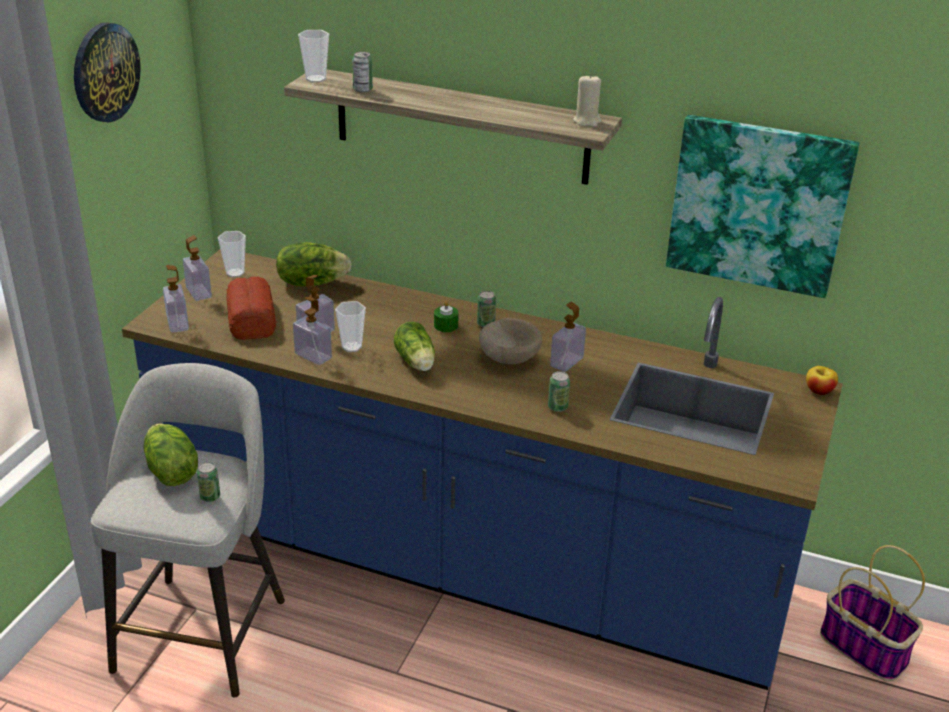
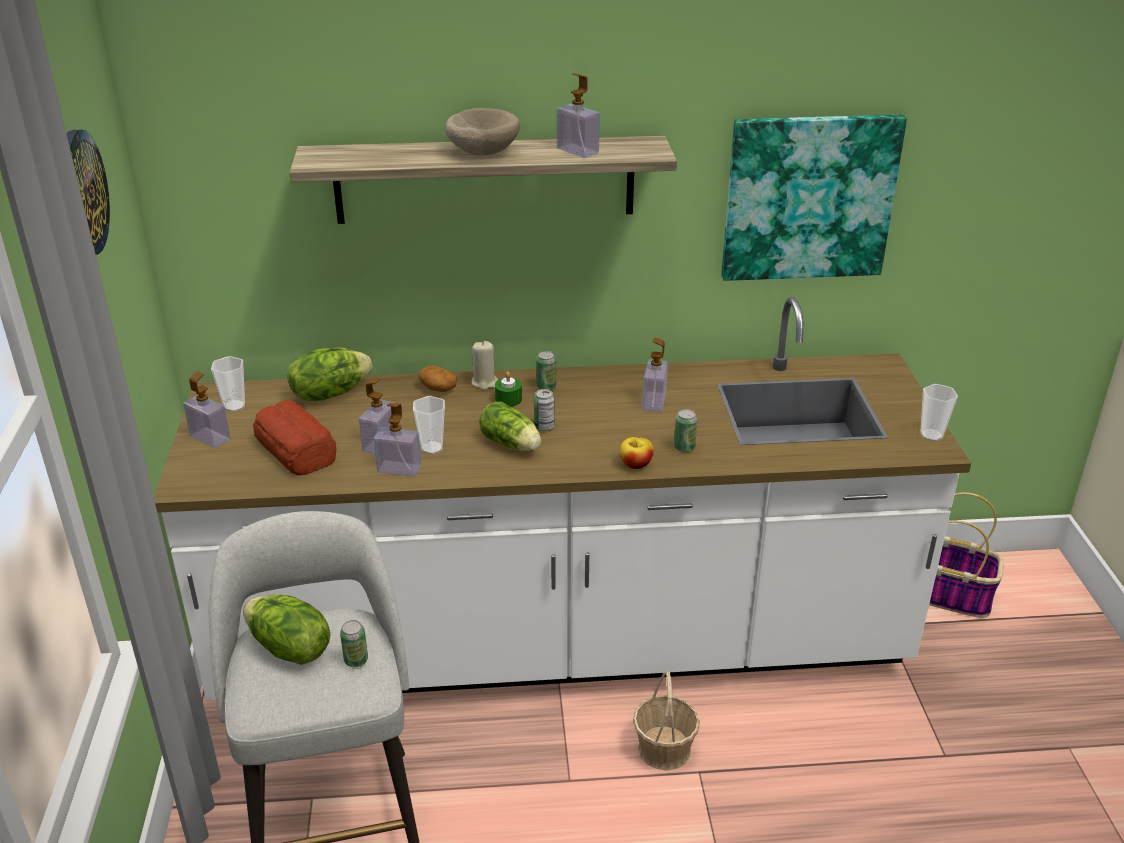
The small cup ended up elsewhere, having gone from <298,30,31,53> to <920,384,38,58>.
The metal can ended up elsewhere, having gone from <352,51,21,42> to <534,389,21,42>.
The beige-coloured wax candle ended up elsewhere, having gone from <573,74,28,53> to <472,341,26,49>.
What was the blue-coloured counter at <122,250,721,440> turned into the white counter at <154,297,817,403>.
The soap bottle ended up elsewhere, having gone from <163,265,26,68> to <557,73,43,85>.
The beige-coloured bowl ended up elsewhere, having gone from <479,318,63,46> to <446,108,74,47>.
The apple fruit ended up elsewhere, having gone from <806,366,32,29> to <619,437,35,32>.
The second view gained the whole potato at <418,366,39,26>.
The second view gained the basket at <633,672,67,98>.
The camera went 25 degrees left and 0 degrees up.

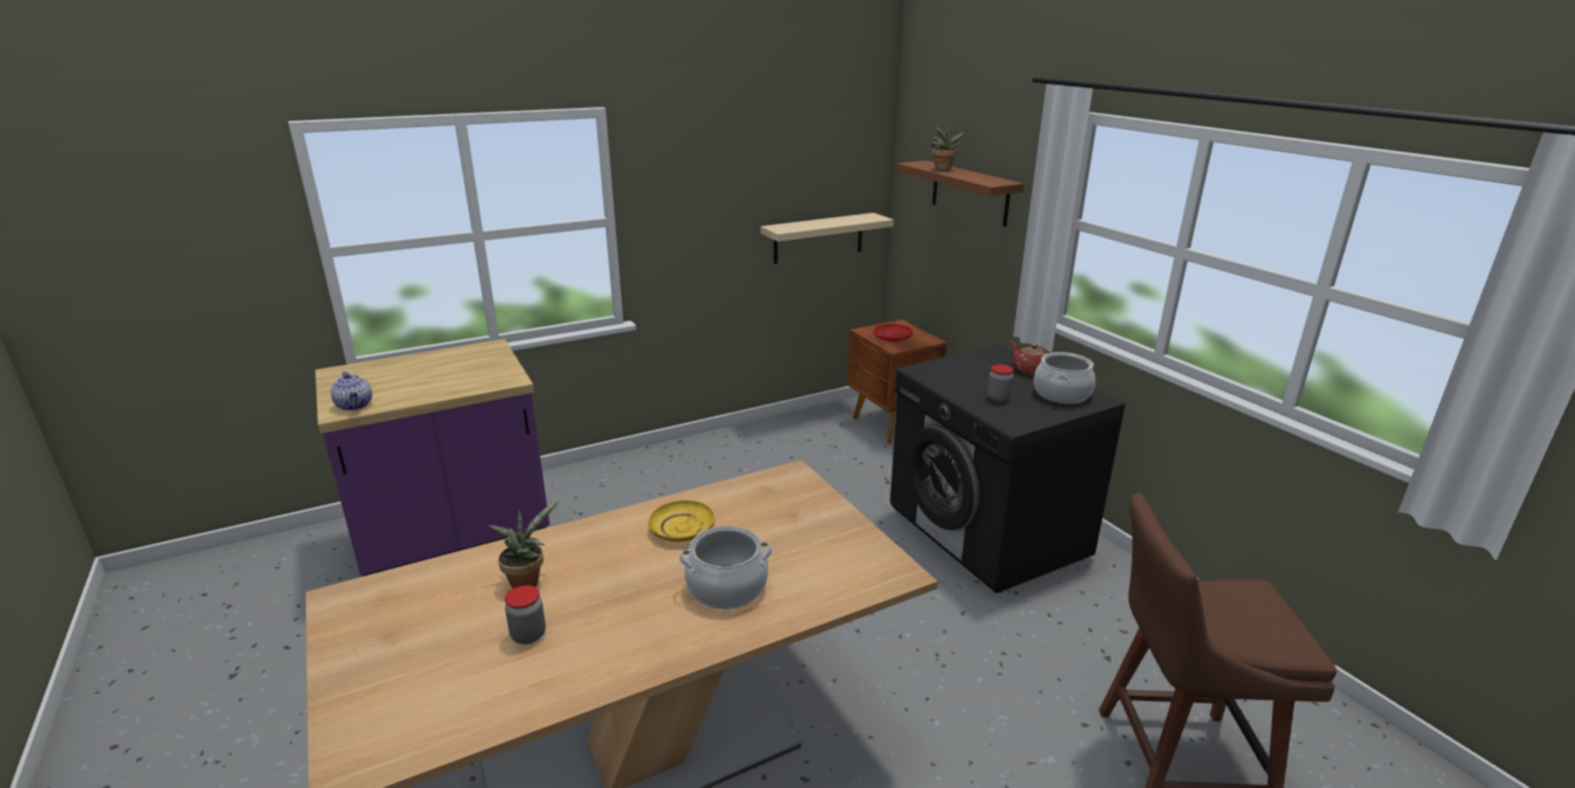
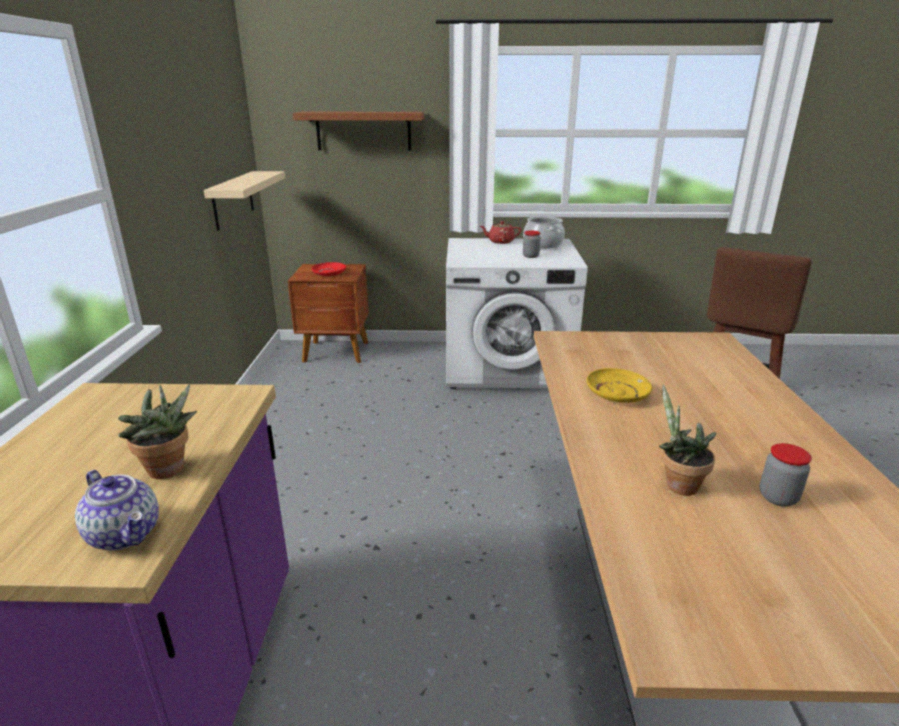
The houseplant ended up elsewhere, having gone from <930,124,35,47> to <118,384,79,95>.
What was the black laundry appliance at <890,344,235,249> turned into the white laundry appliance at <446,238,142,151>.
The pot for tea at <331,372,41,39> ended up facing another way, 45 degrees clockwise from before.
The second view lost the stockpot at <679,526,94,83>.
The camera went 60 degrees left and 0 degrees up.

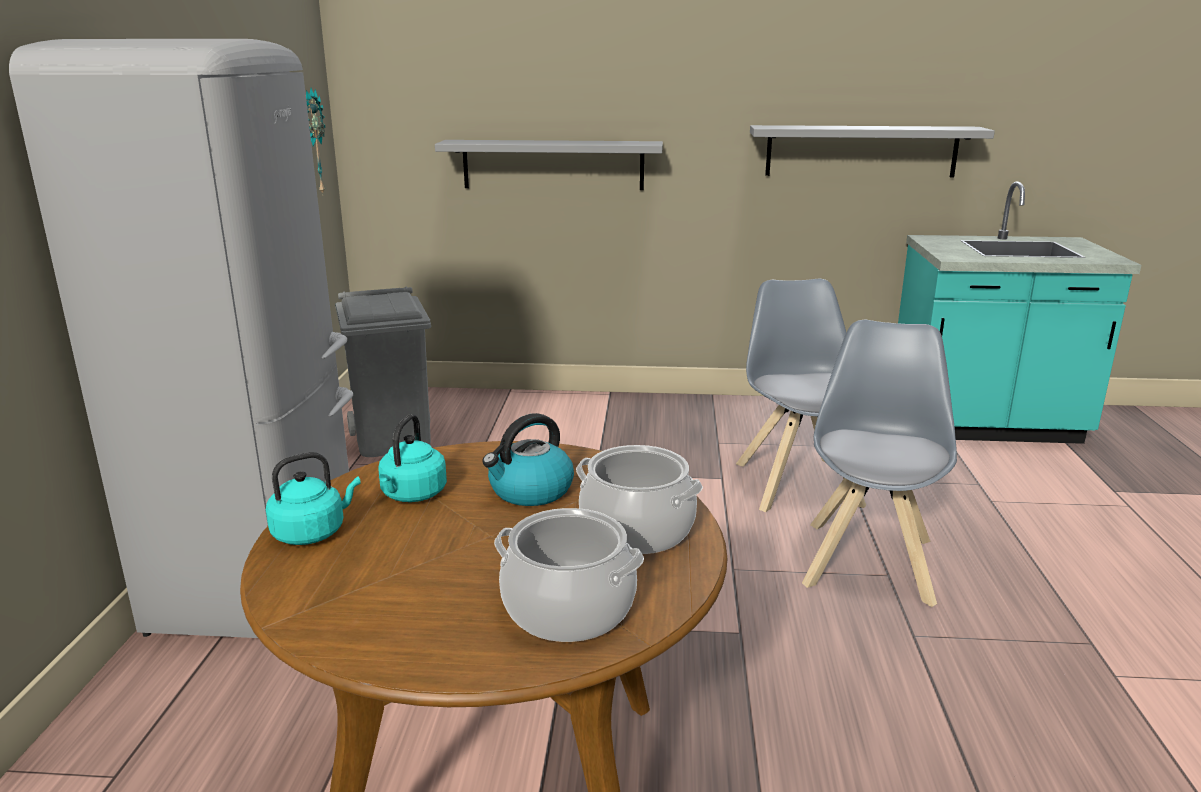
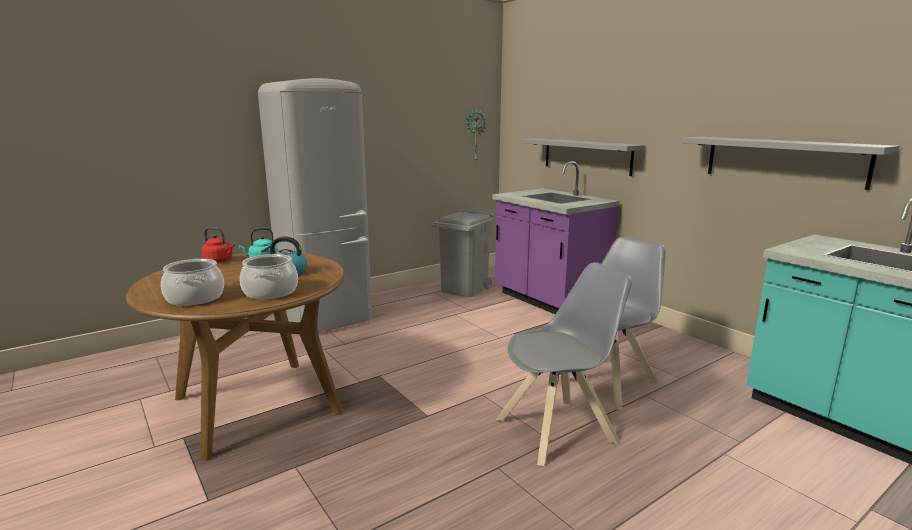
What was the blue-green water kettle at <266,452,95,93> turned into the red-coloured water kettle at <201,227,34,35>.
The second view gained the purplish counter at <492,161,128,153>.
The camera went 50 degrees right and 5 degrees down.

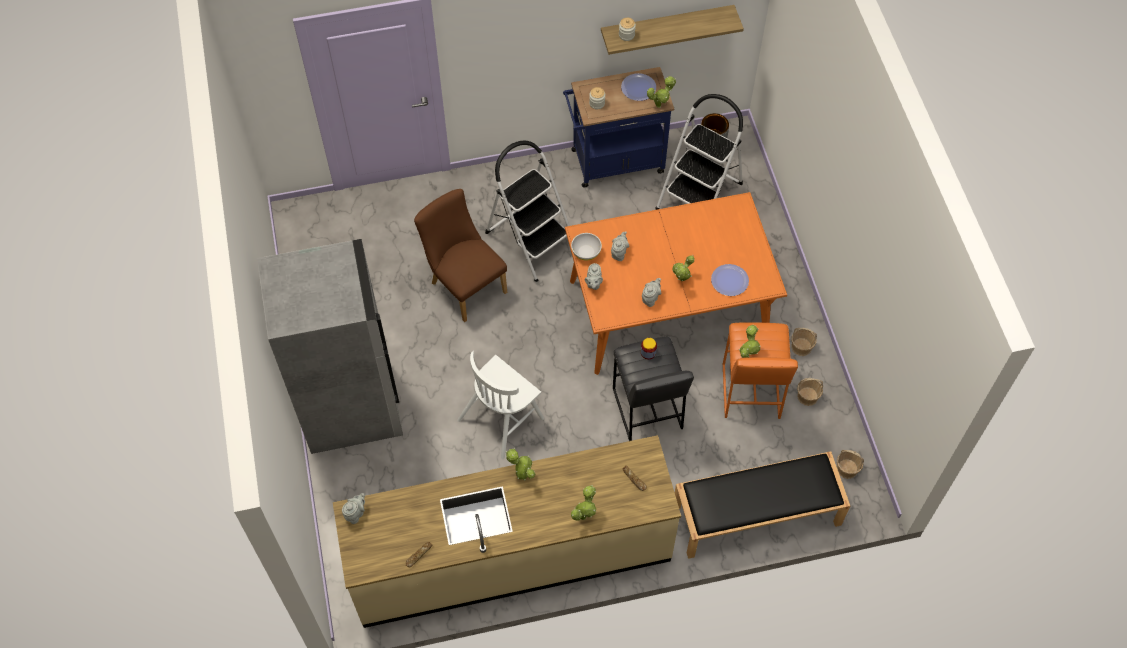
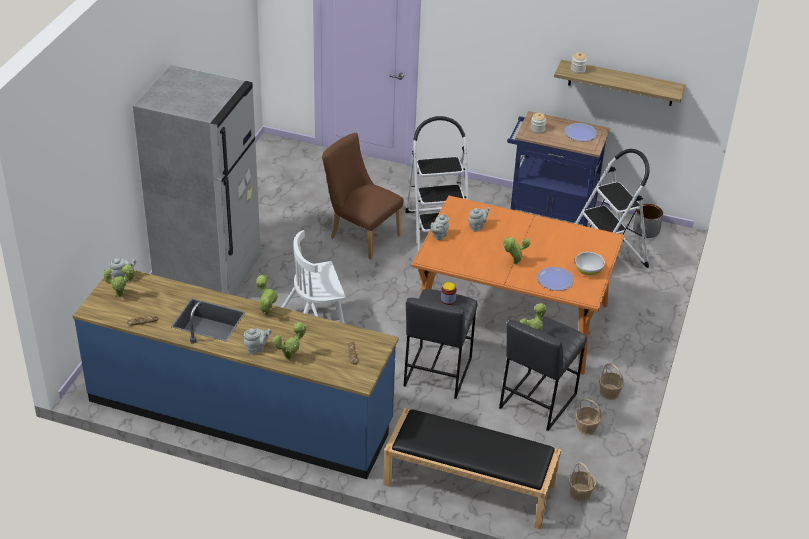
The houseplant ended up elsewhere, having gone from <647,76,29,32> to <104,264,32,34>.
The brown plain chair at <414,189,93,133> ended up facing another way, 45 degrees counterclockwise from before.
The white bowl ended up elsewhere, having gone from <571,233,31,28> to <575,252,30,24>.
The greyish pot for tea ended up elsewhere, having gone from <642,278,19,29> to <244,328,28,27>.
What was the orange-coloured stool at <723,322,75,97> turned into the greyish stool at <499,316,88,115>.
What was the beige-coloured counter at <333,435,348,193> turned into the blue-coloured counter at <73,271,326,208>.
The camera went 30 degrees right and 20 degrees down.

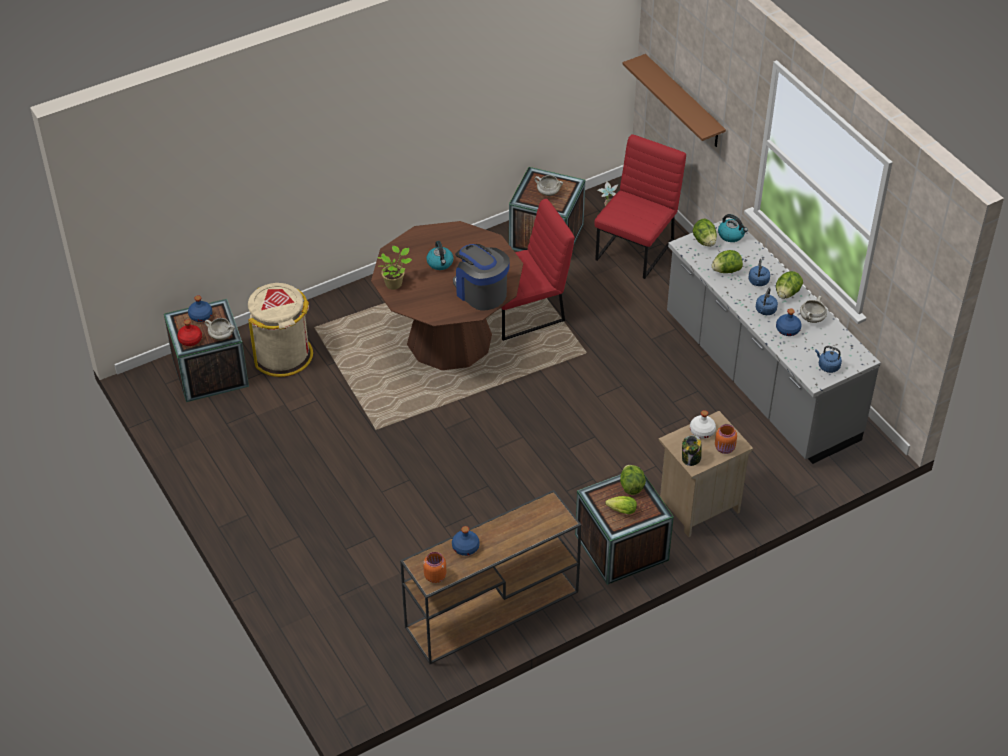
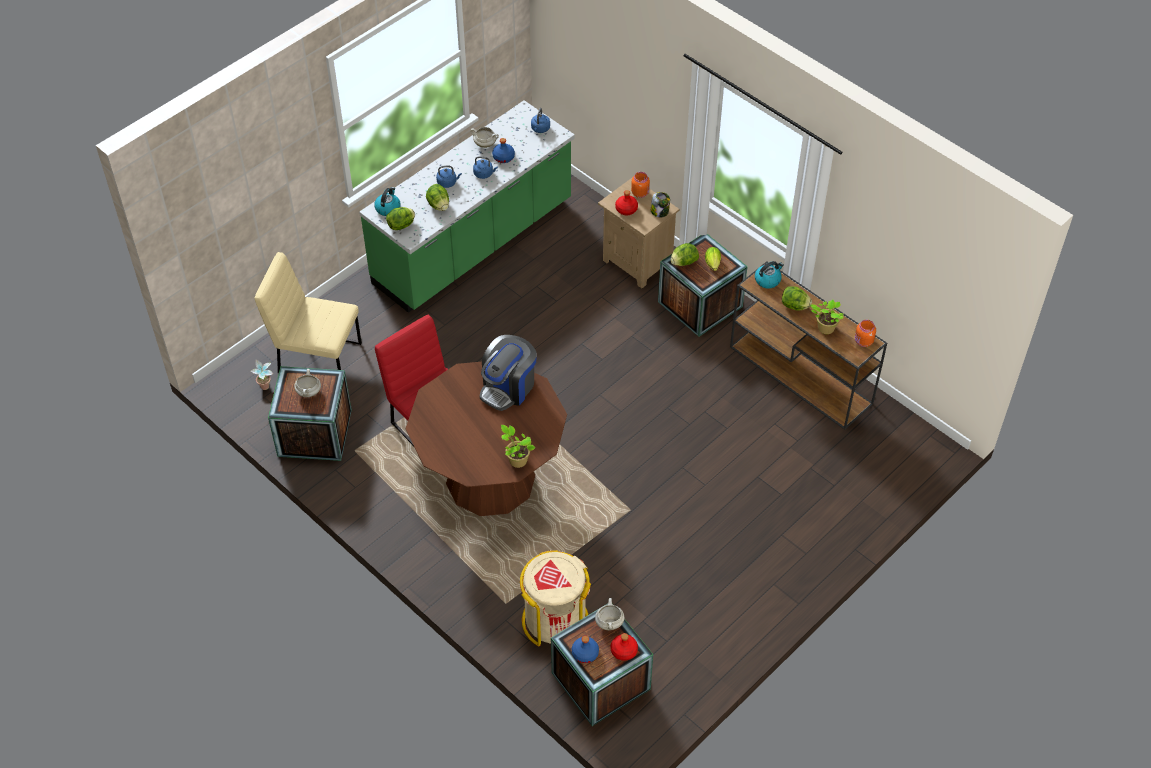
The second view lost the brown shelf at <623,54,103,93>.
What was the red-coloured plain chair at <594,134,92,145> turned into the beige-coloured plain chair at <254,252,108,121>.
What was the greyish counter at <667,218,214,246> turned into the green-coloured counter at <359,100,216,213>.
The water kettle ended up elsewhere, having gone from <426,241,28,29> to <755,261,29,28>.
The lettuce ended up elsewhere, having gone from <776,271,27,28> to <782,286,30,25>.
What was the white drink bottle at <690,410,26,29> turned into the red-coloured drink bottle at <615,190,23,25>.
Where the blue-coloured drink bottle stood at <452,526,28,30>, the houseplant came to stand at <810,300,34,34>.
The camera went 105 degrees left and 5 degrees up.

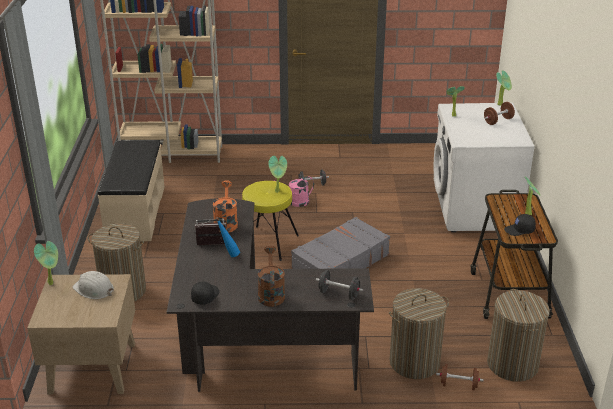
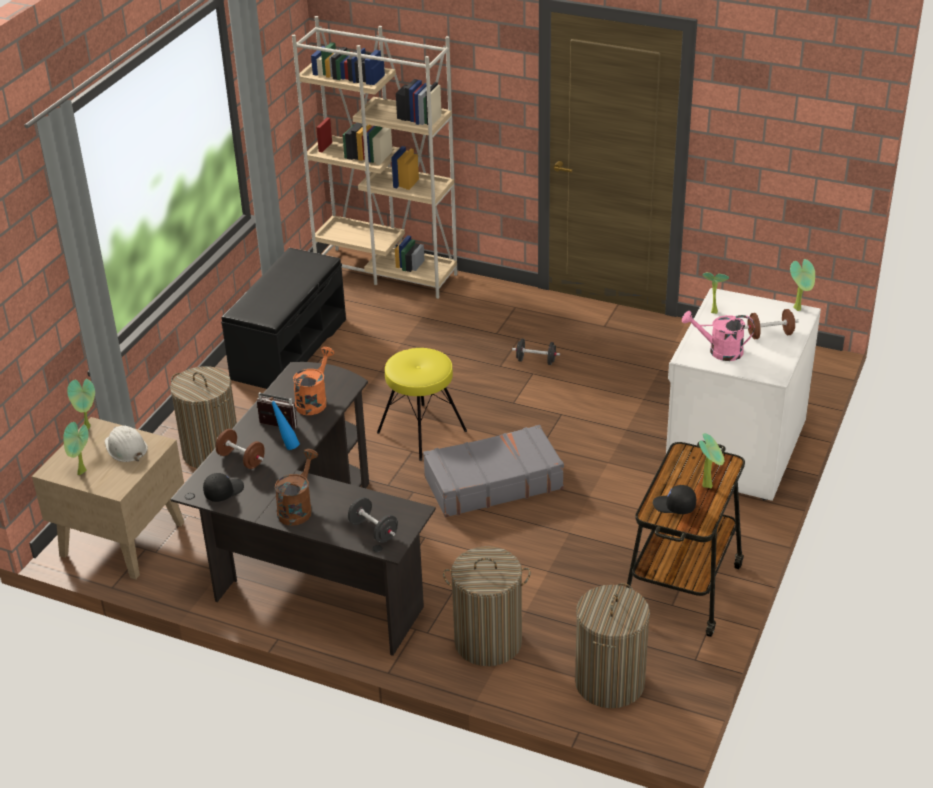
What was the beige-coloured long seat at <98,140,67,101> turned into the black long seat at <221,248,125,141>.
The houseplant ended up elsewhere, having gone from <268,156,19,37> to <63,422,25,53>.
The pinkish watering can ended up elsewhere, having gone from <273,176,41,31> to <682,311,73,50>.
The brown hand weight ended up elsewhere, having gone from <436,364,48,26> to <216,429,49,40>.
The camera went 25 degrees right and 5 degrees up.

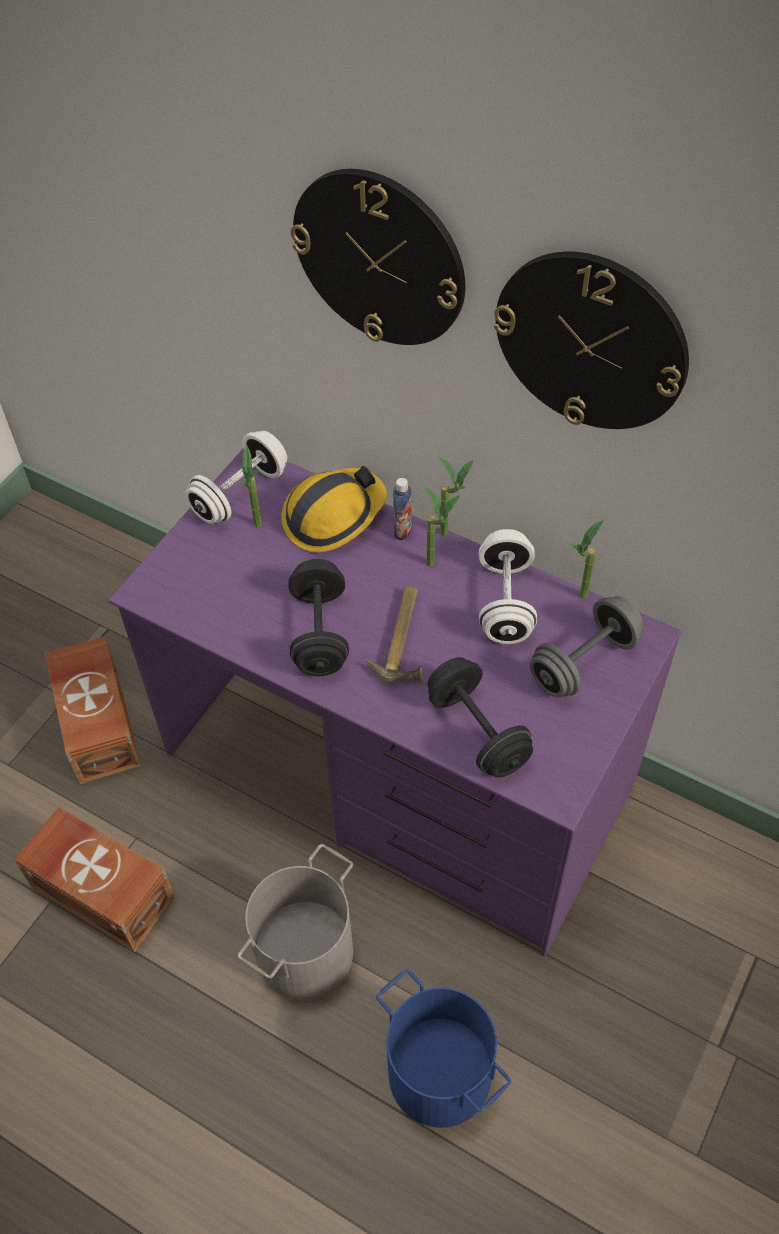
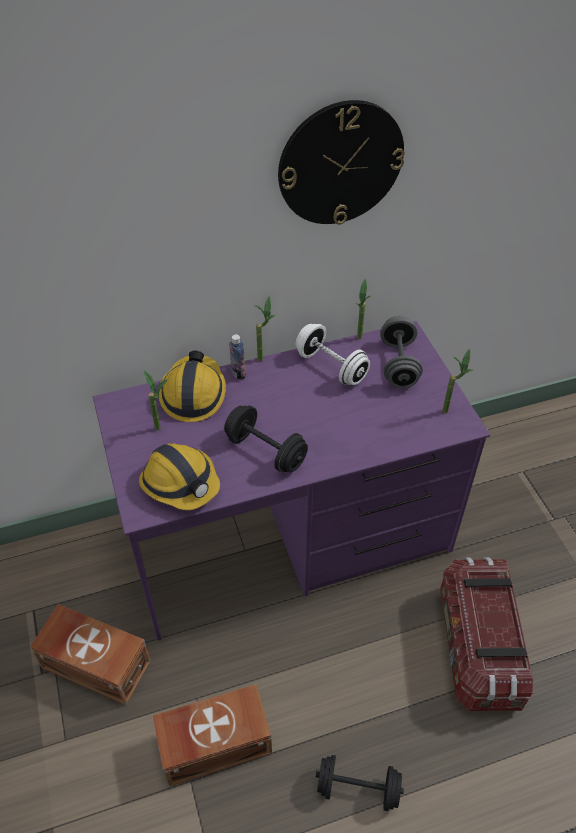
The second view lost the hanging clock at <291,169,174,176>.
The second view lost the white hand weight at <185,431,102,93>.
The houseplant ended up elsewhere, having gone from <425,487,35,79> to <443,349,30,64>.
The second view lost the hammer at <367,586,56,97>.
The black hand weight ended up elsewhere, having gone from <428,657,105,121> to <316,755,88,56>.
The second view lost the greyish bucket at <238,844,115,156>.
Where the blue-coloured bucket stood at <376,969,135,159>, the storage bin came to stand at <440,557,93,154>.
The second view gained the hard hat at <139,443,81,67>.
The camera went 50 degrees left and 5 degrees down.

